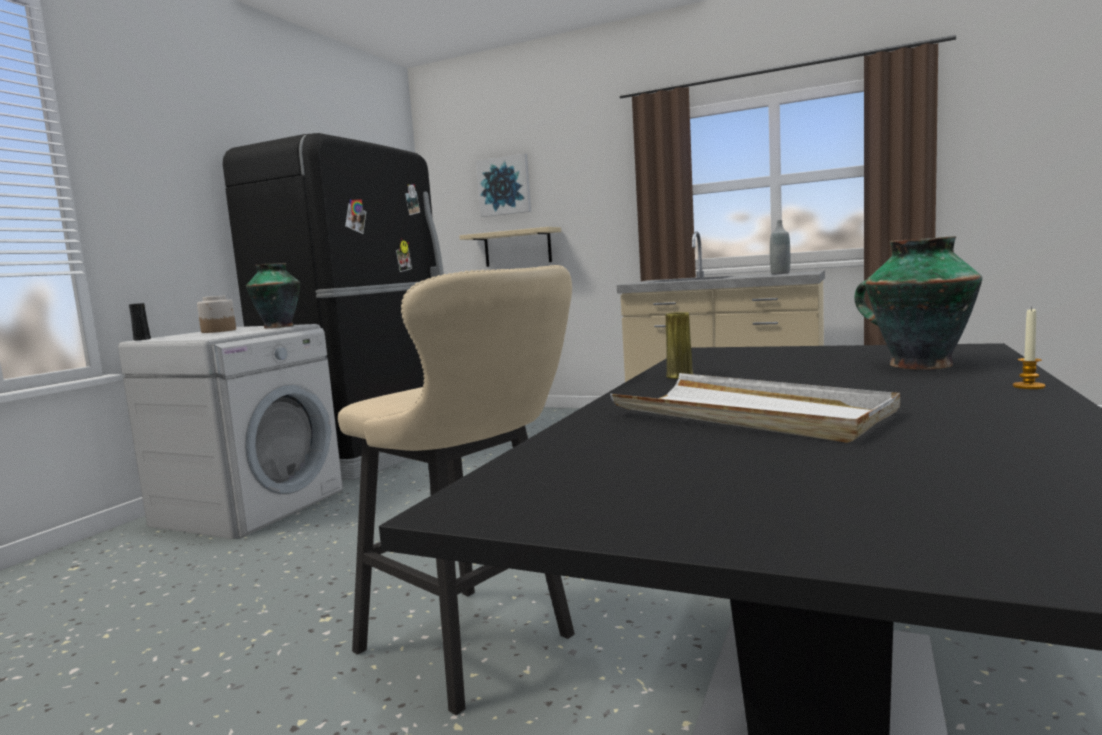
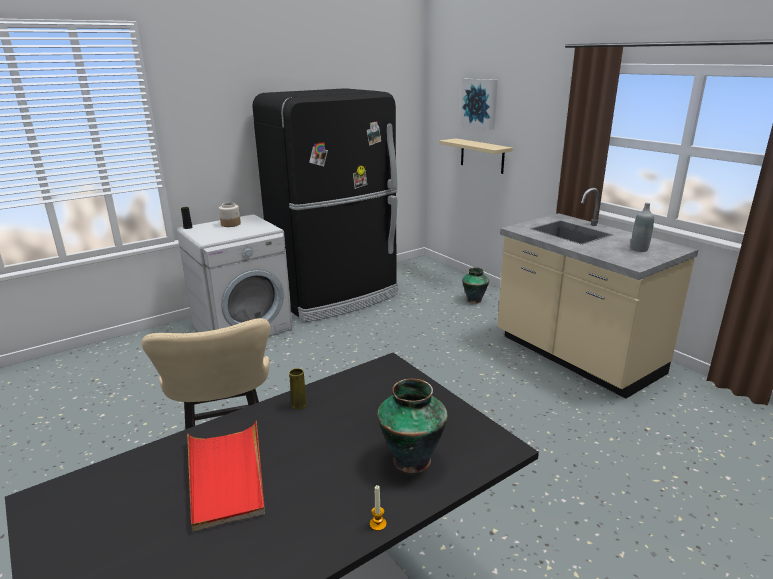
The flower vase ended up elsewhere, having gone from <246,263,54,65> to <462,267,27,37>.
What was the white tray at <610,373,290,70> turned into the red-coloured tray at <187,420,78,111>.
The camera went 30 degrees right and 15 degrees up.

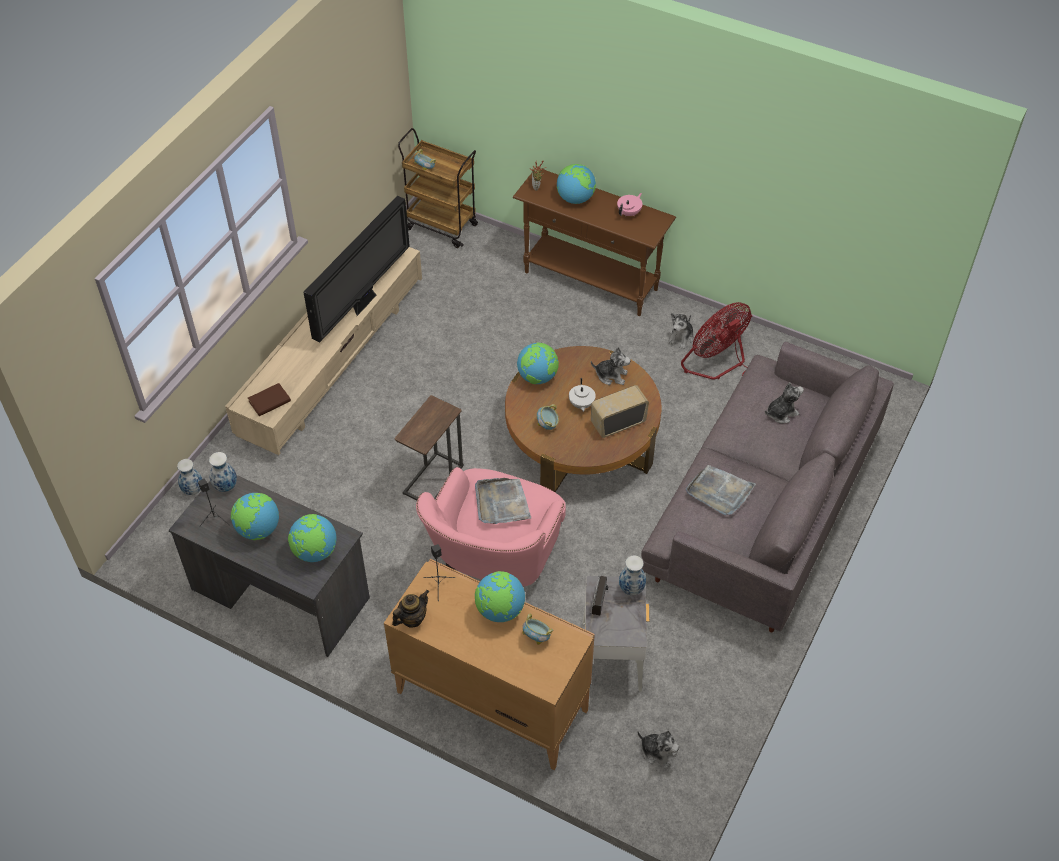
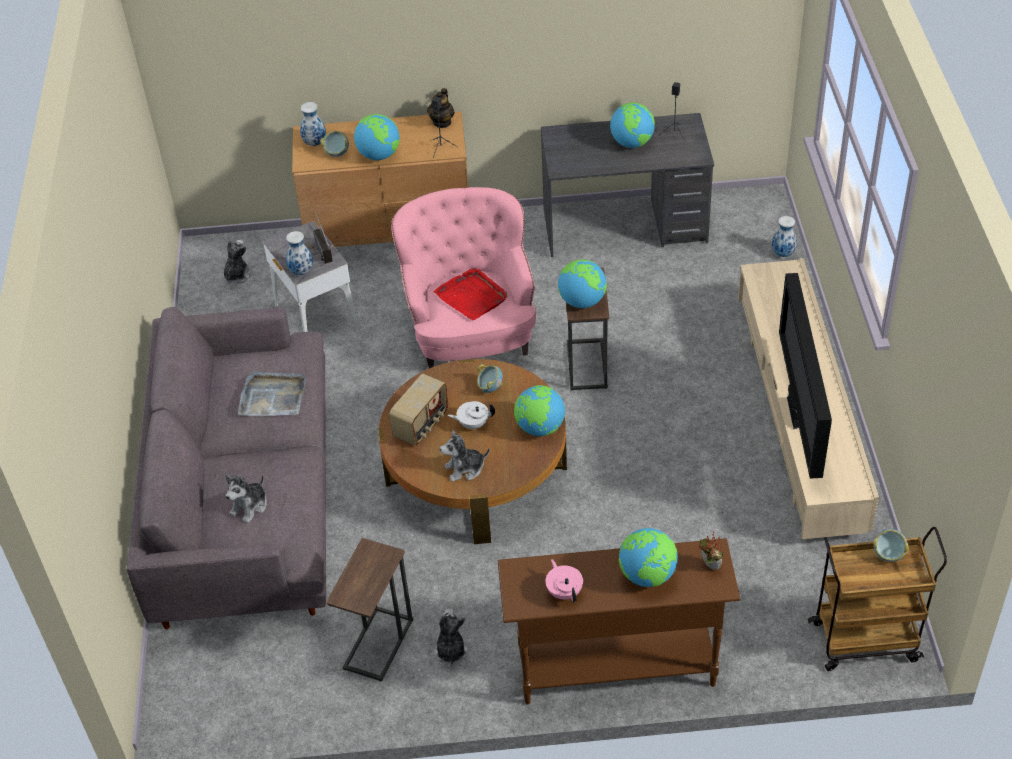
The pinkish pot for tea at <617,193,25,23> ended up facing another way, 150 degrees clockwise from before.
Where the red-coloured cooling fan stood at <681,302,71,78>, the brown side table came to stand at <326,538,87,144>.
The white pot for tea at <569,378,27,34> ended up facing another way, 60 degrees counterclockwise from before.
The second view lost the brown bound book at <248,383,43,33>.
The flower vase ended up elsewhere, having gone from <209,452,28,40> to <300,102,26,44>.
What was the greyish tray at <475,478,56,46> turned into the red-coloured tray at <433,268,75,52>.
The world globe ended up elsewhere, having gone from <288,514,49,48> to <558,259,49,49>.
The plush toy at <638,730,41,39> ended up facing another way, 105 degrees clockwise from before.
The camera went 150 degrees right and 5 degrees down.

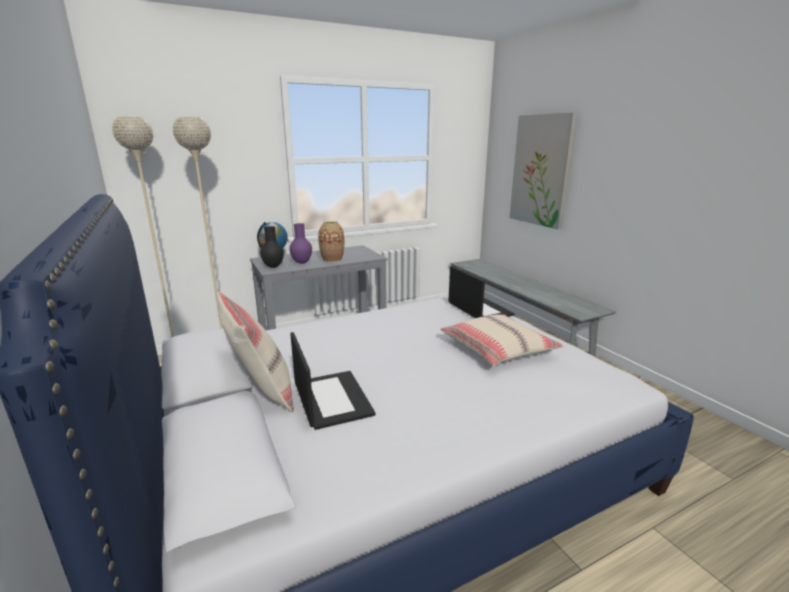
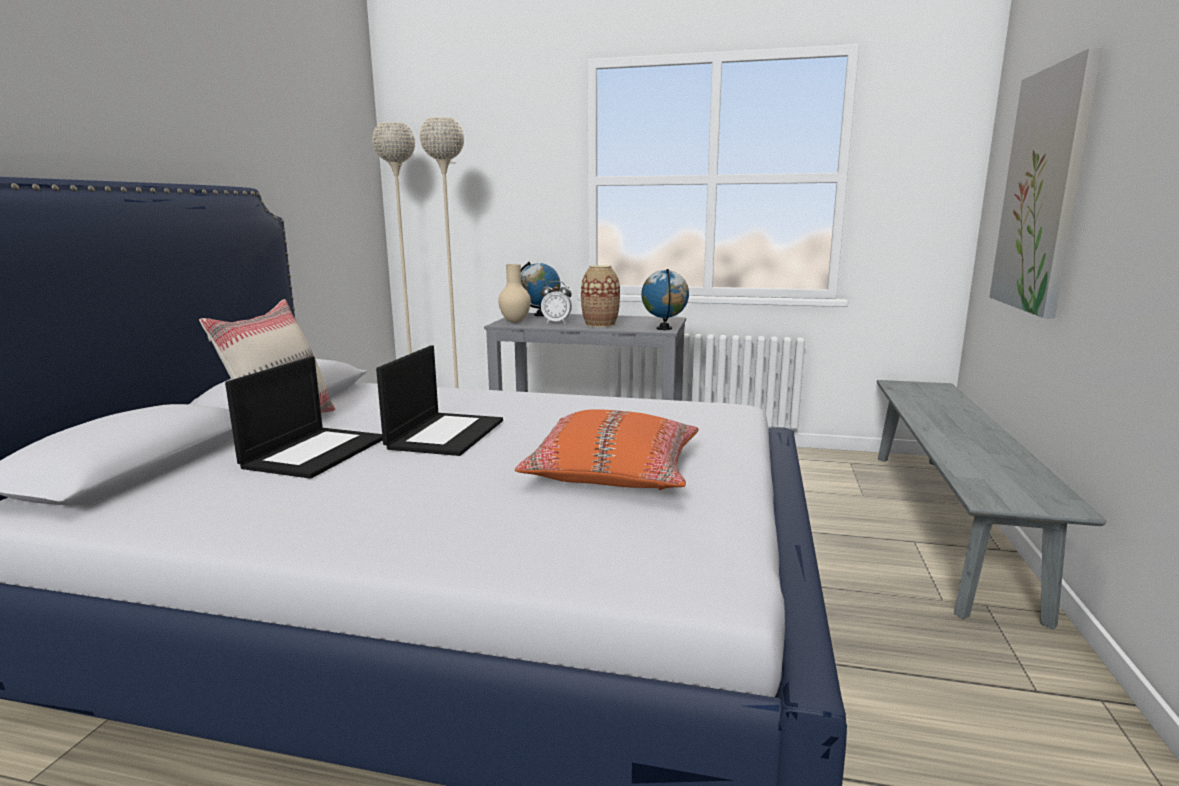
Where the purplish flower vase stood at <289,223,23,41>, the bedside clock came to stand at <541,281,31,43>.
What was the black flower vase at <260,226,24,42> turned into the beige-coloured flower vase at <498,264,33,59>.
The laptop ended up elsewhere, having gone from <449,266,66,52> to <376,345,127,111>.
What was the beige-coloured pillow at <440,314,123,52> turned into the orange-coloured pillow at <515,409,184,81>.
The second view gained the world globe at <641,269,48,61>.
The camera went 40 degrees right and 5 degrees down.

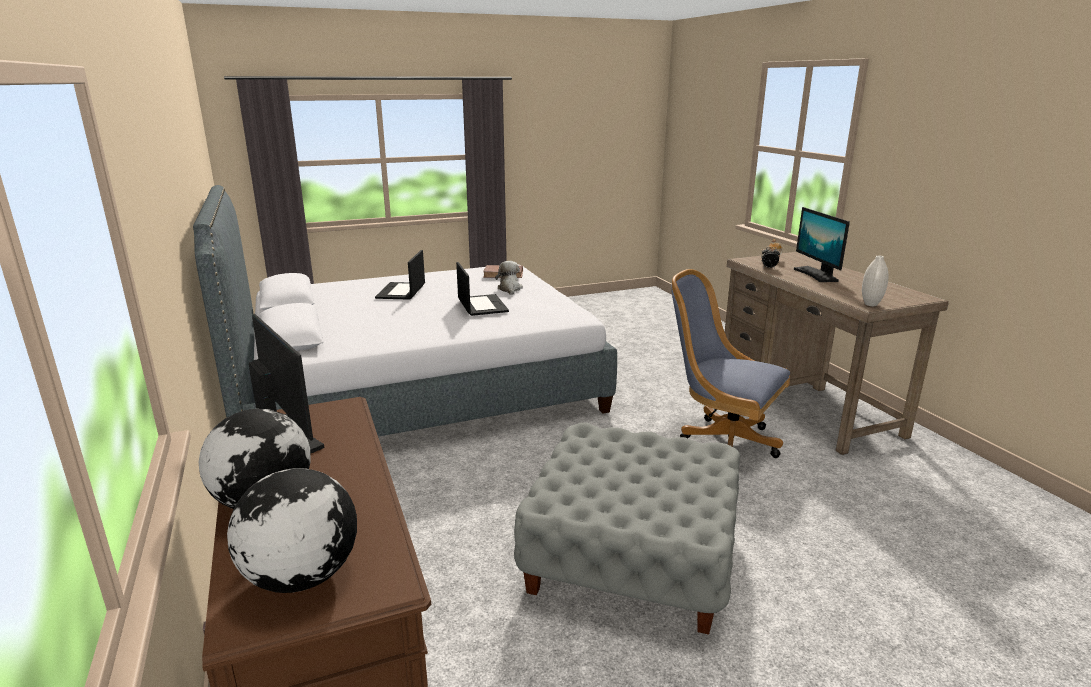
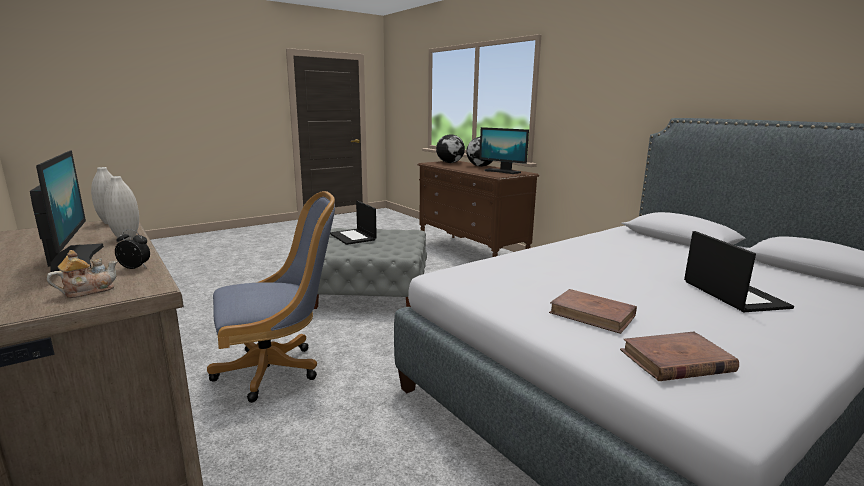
Where the plush toy stood at <495,261,28,34>, the brown bound book came to stand at <549,289,88,45>.
The laptop ended up elsewhere, having gone from <456,262,53,54> to <330,200,47,45>.
The blue-coloured office chair at <671,269,119,189> ended up facing another way, 45 degrees counterclockwise from before.
The second view gained the white flower vase at <104,176,35,64>.
The camera went 165 degrees right and 5 degrees down.

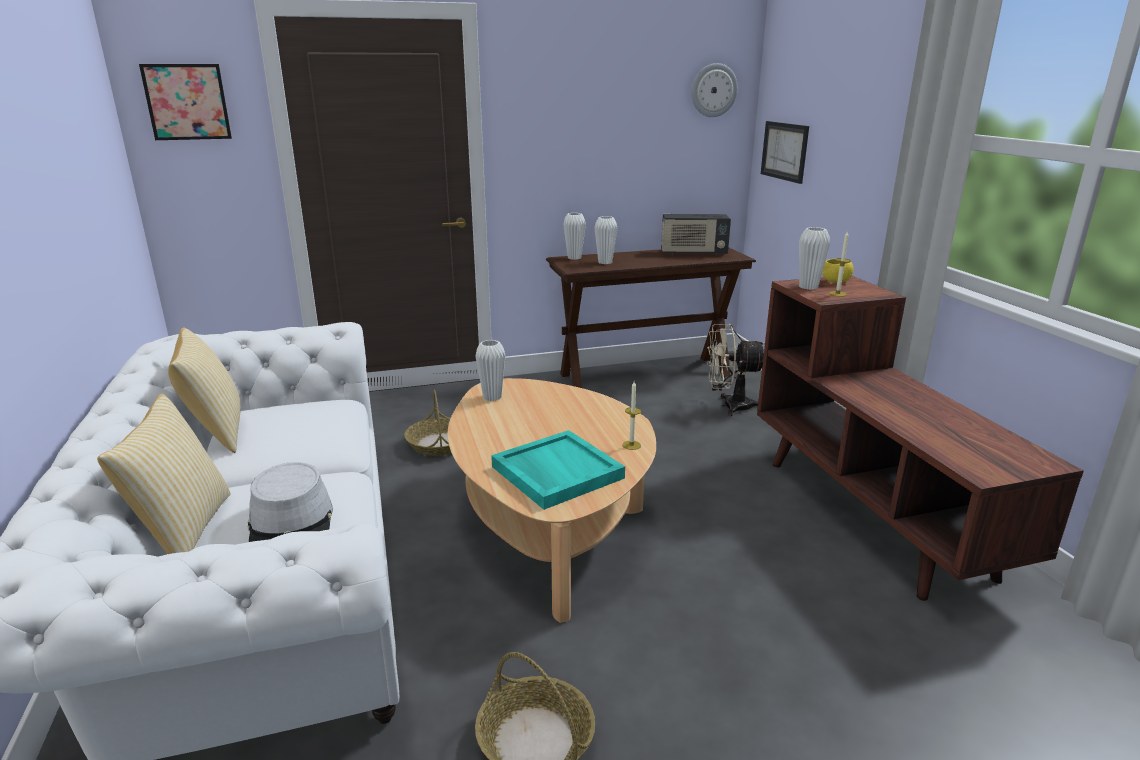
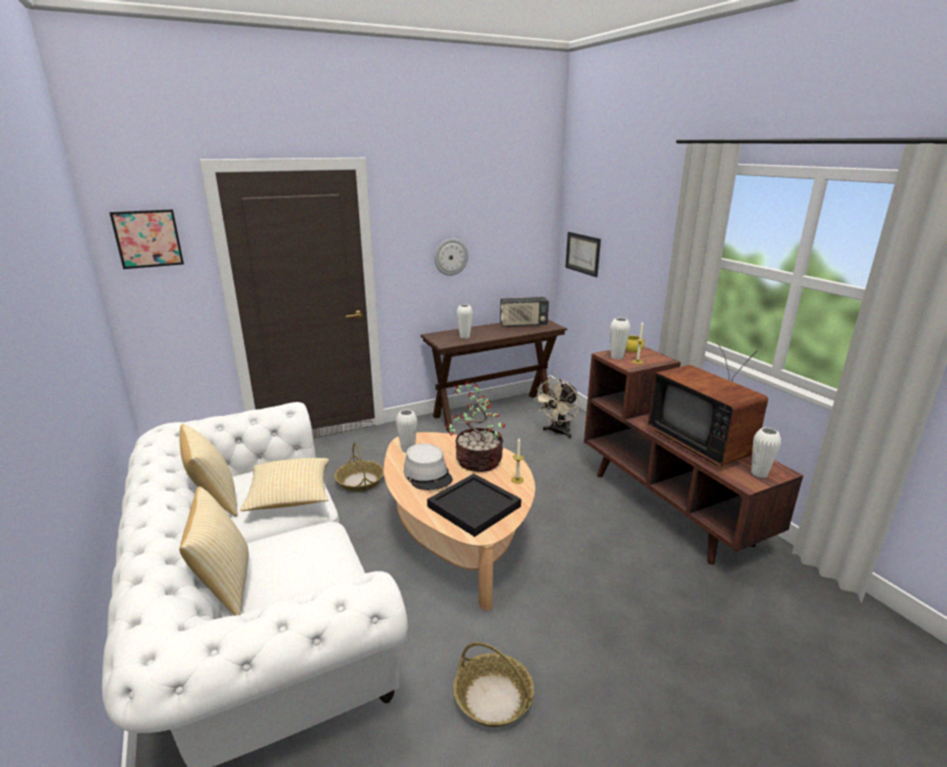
The hanging clock ended up elsewhere, having gone from <691,63,47,54> to <434,239,34,37>.
The white flower vase ended up elsewhere, having gone from <563,213,23,47> to <751,427,30,51>.
The beige-coloured cooling fan at <707,324,58,92> ended up facing another way, 45 degrees counterclockwise from before.
What was the blue-green tray at <491,430,134,80> turned into the black tray at <427,474,94,63>.
The greyish hat ended up elsewhere, having gone from <248,462,85,80> to <404,443,49,47>.
The second view gained the television at <648,342,120,124>.
The second view gained the houseplant at <445,381,60,91>.
The second view gained the pillow at <240,458,89,53>.
The camera went 10 degrees left and 0 degrees up.

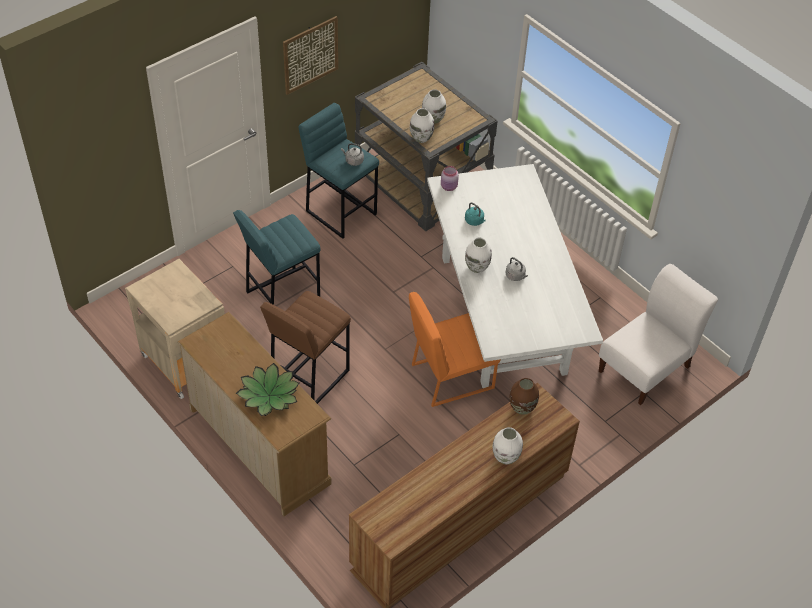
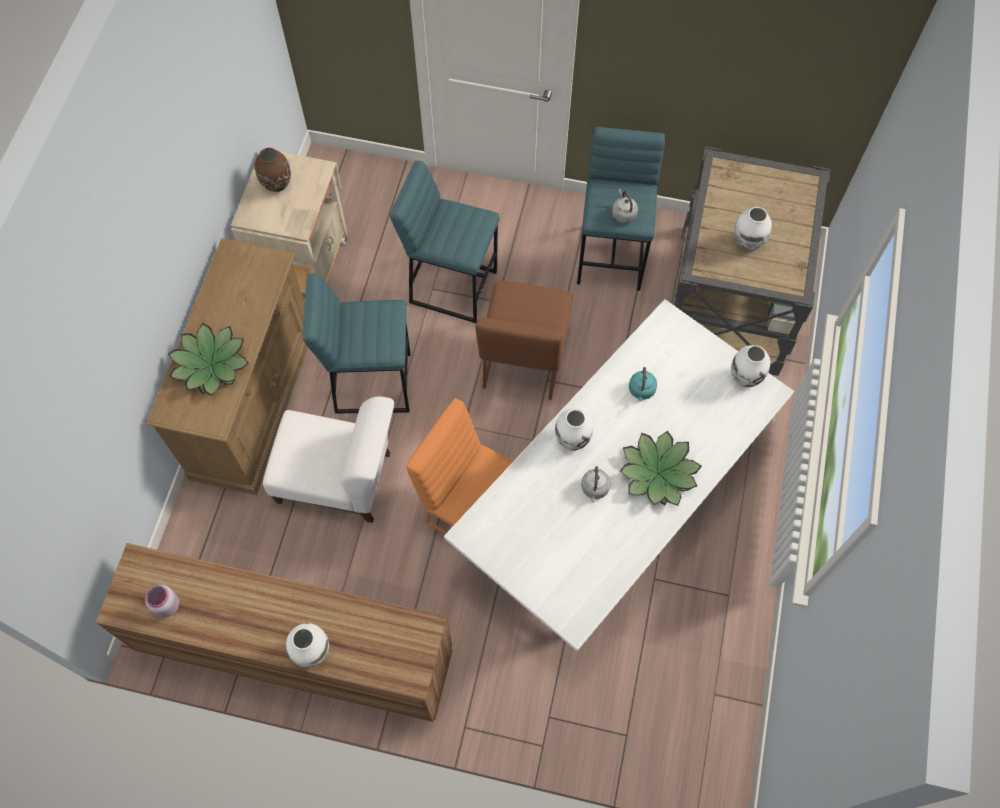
The second view lost the picture at <283,16,55,79>.
The white flower vase ended up elsewhere, having gone from <410,108,24,35> to <731,345,39,42>.
The pinkish storage jar ended up elsewhere, having gone from <441,166,18,25> to <145,585,34,33>.
The white plain chair ended up elsewhere, having gone from <599,264,119,141> to <263,396,131,127>.
What was the brown stool at <260,291,91,113> turned into the blue-green stool at <302,273,109,141>.
The brown flower vase ended up elsewhere, having gone from <510,378,29,37> to <255,148,36,44>.
The second view gained the brown plain chair at <475,281,98,119>.
The second view gained the houseplant at <620,431,82,75>.
The camera went 55 degrees right and 15 degrees up.

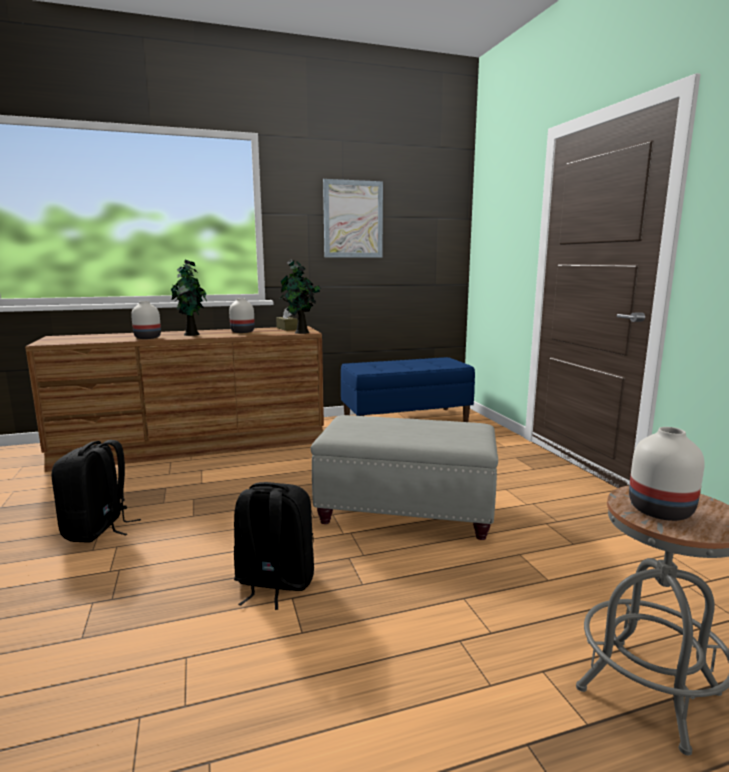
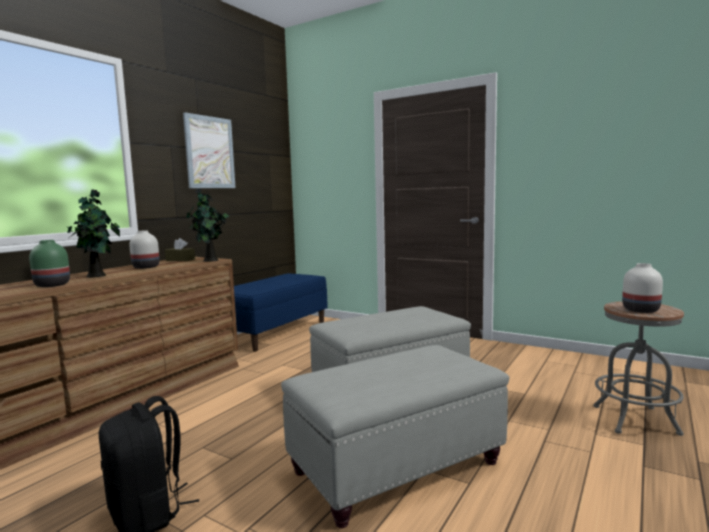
What was the white flower vase at <131,301,30,38> turned into the green-coloured flower vase at <29,240,41,47>.
Where the black rucksack stood at <234,482,80,128>, the greyish footrest came to stand at <281,345,229,183>.
The camera went 40 degrees left and 5 degrees down.

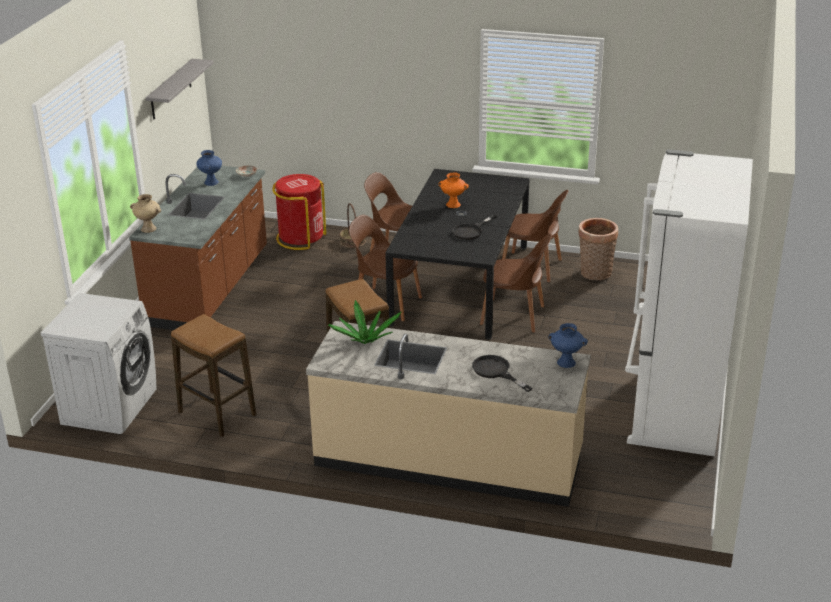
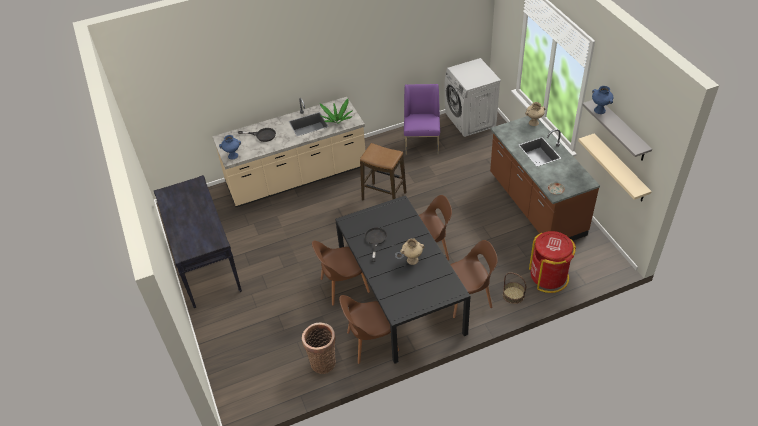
Where the white refrigerator stood at <625,149,128,307>, the black hall table came to stand at <154,175,88,133>.
The blue-coloured flower vase ended up elsewhere, having gone from <196,150,26,36> to <592,86,22,28>.
What was the orange-coloured flower vase at <439,172,30,36> turned into the beige-coloured flower vase at <400,238,24,27>.
Where the stool stood at <171,314,85,123>, the purplish plain chair came to stand at <404,84,36,71>.
The second view gained the beige-coloured shelf at <578,133,74,69>.
The camera went 145 degrees right and 15 degrees up.

